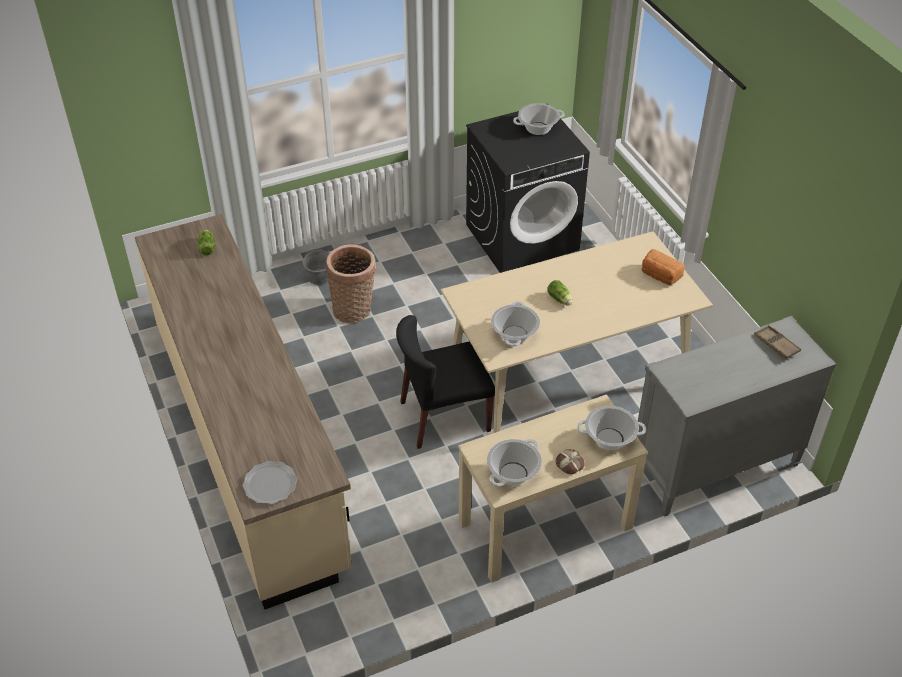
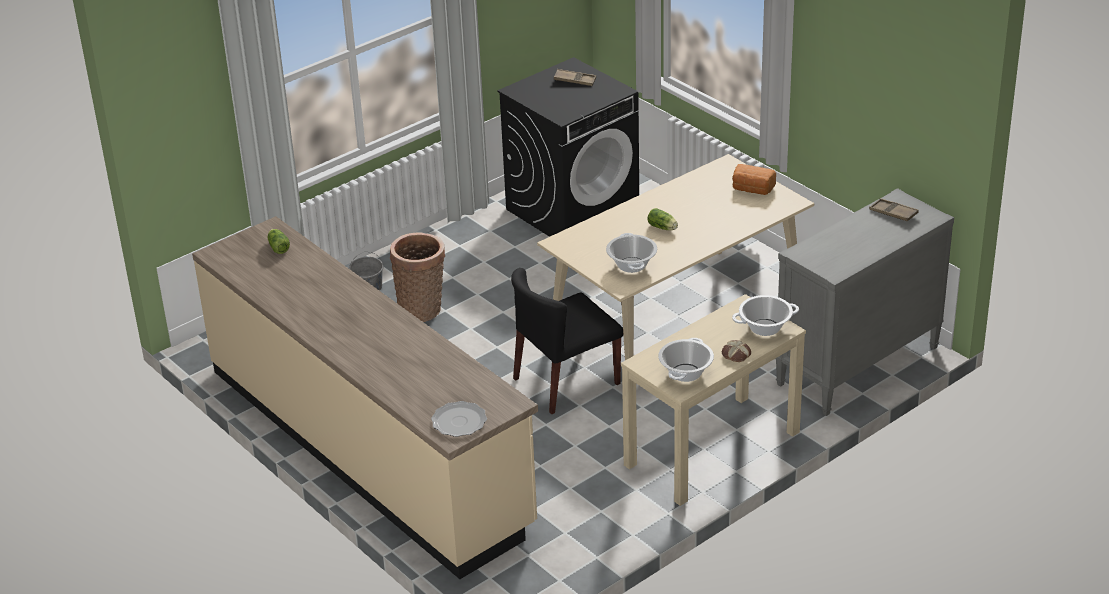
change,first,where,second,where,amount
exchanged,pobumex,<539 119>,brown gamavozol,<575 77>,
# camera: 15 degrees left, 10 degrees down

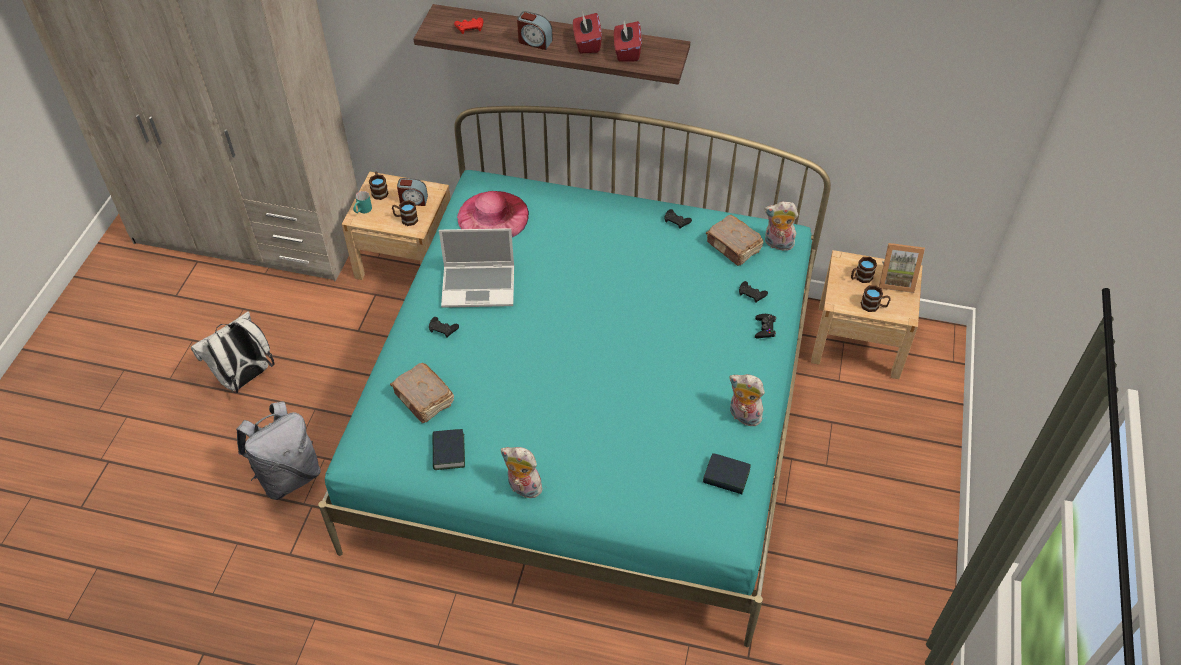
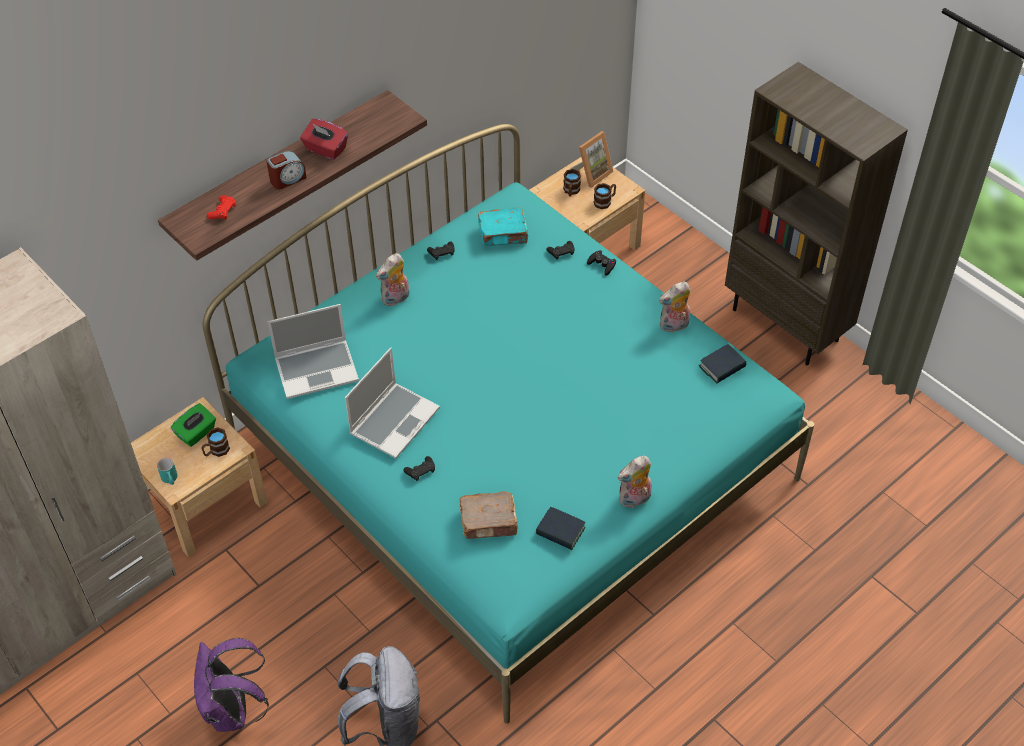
change,first,where,second,where,amount
exchanged,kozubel,<412 192>,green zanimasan,<193 425>,
colour,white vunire,<233 352>,purple vunire,<231 685>,
exchanged,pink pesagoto,<493 214>,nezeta,<313 351>,
relocated,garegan,<781 226>,,<393 280>,
colour,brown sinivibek,<734 240>,turquoise sinivibek,<503 226>,
appeared,,,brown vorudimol,<816 213>,
missing,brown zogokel,<378 185>,,,
missing,red zanimasan,<628 41>,,,
# camera: 55 degrees left, 0 degrees up

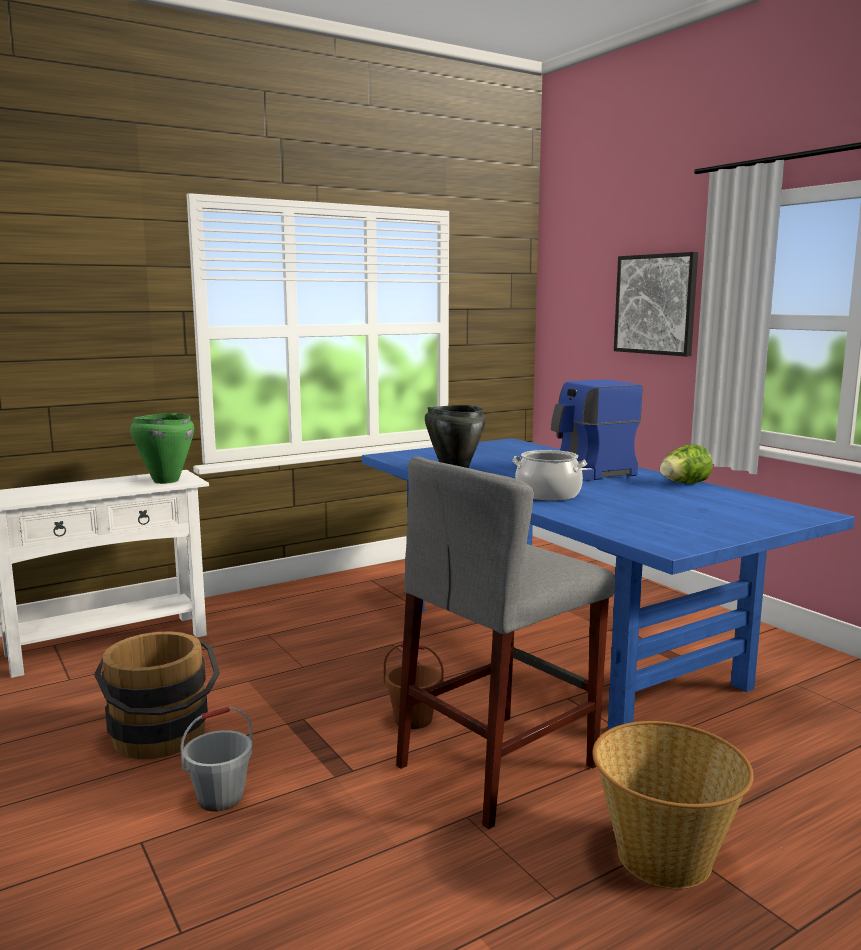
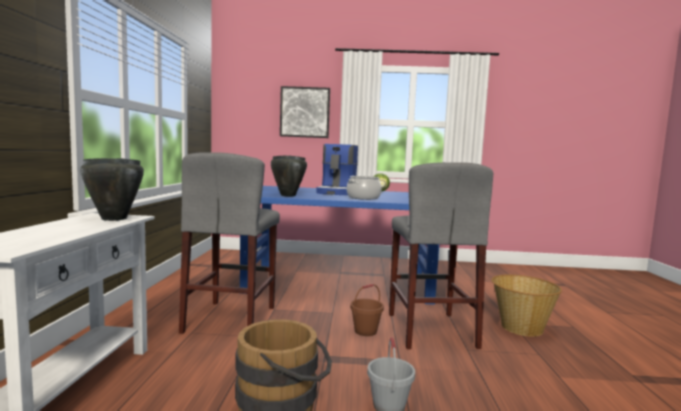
change,first,where,second,where,amount
colour,green pobumex,<162 448>,black pobumex,<112 189>,
appeared,,,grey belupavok,<229 243>,
# camera: 55 degrees left, 5 degrees down

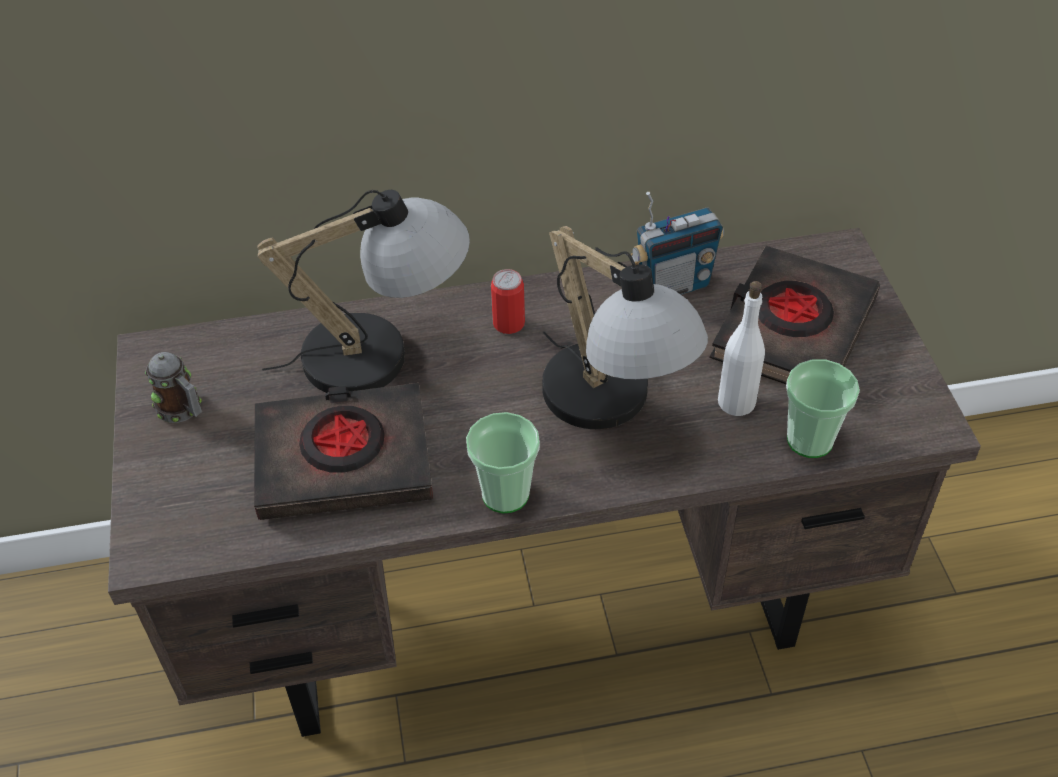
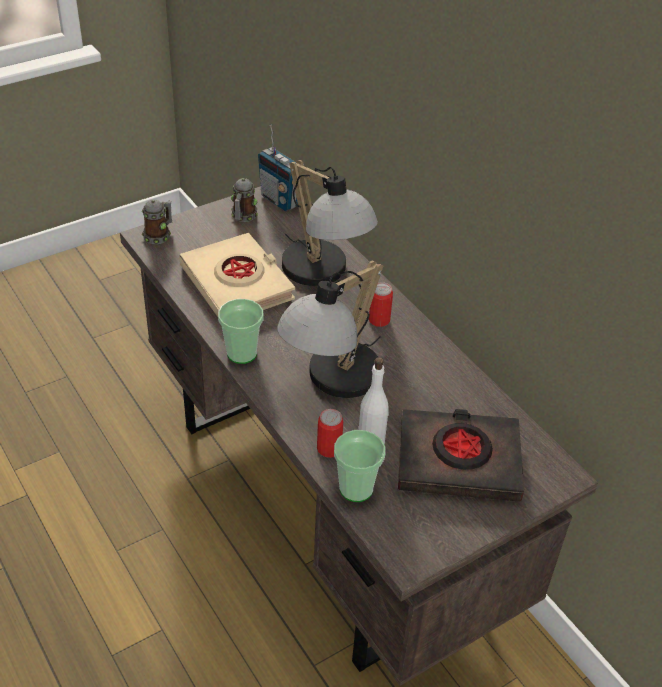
change,first,where,second,where,amount
appeared,,,zogokel,<157 222>,
colour,black sinivibek,<343 451>,beige sinivibek,<237 275>,
relocated,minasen,<677 243>,,<278 168>,
appeared,,,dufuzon,<330 433>,
# camera: 65 degrees right, 5 degrees down

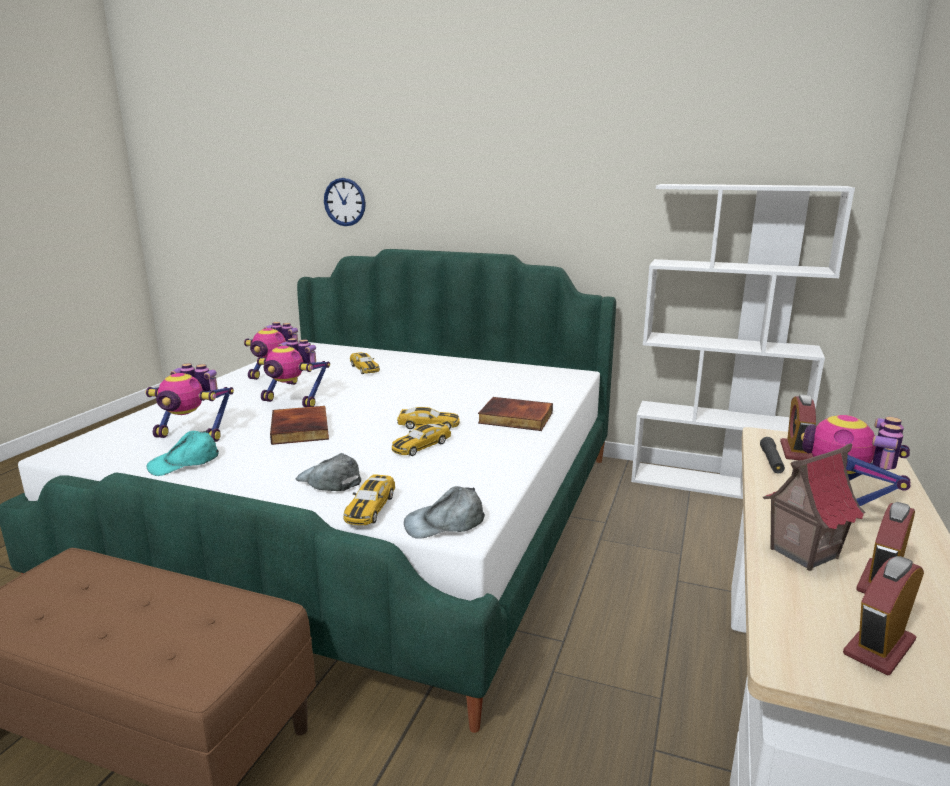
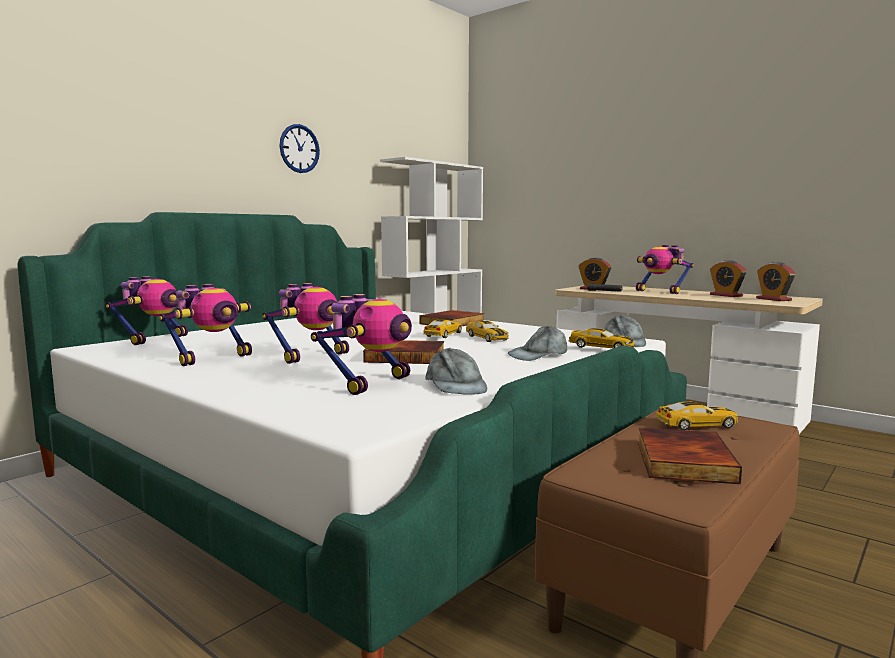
change,first,where,second,where,amount
appeared,,,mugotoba,<147 310>,
relocated,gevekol,<345 202>,,<299 148>,
colour,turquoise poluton,<183 453>,grey poluton,<456 371>,
appeared,,,sinivibek,<690 456>,
relocated,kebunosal,<365 363>,,<697 416>,
missing,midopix,<814 507>,,,
# camera: 70 degrees left, 10 degrees down

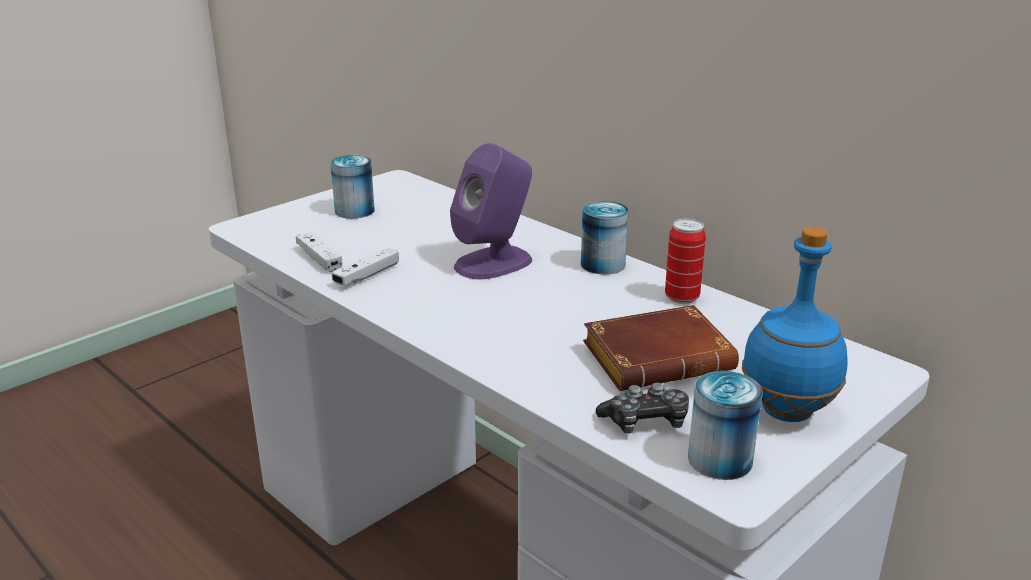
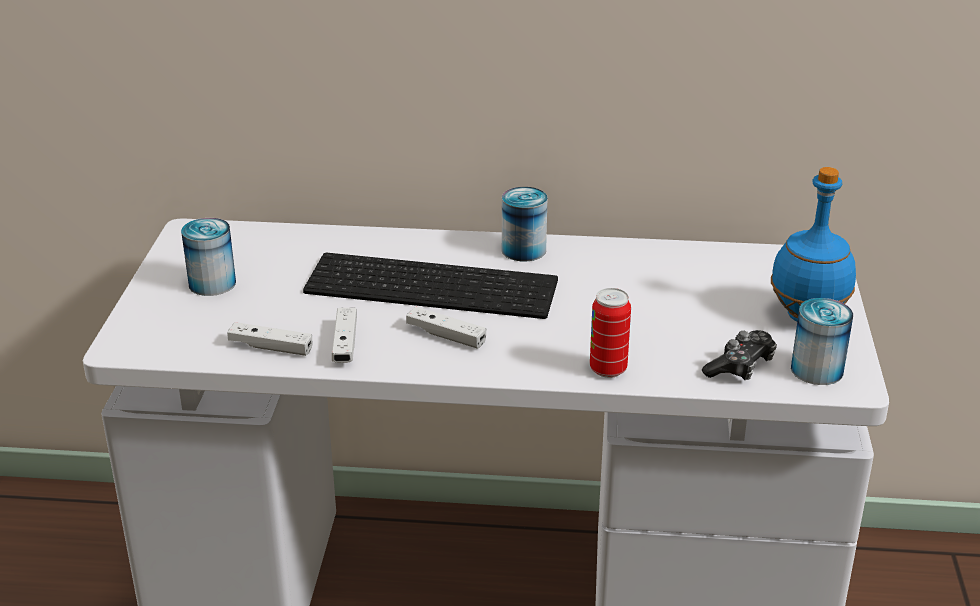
change,first,where,second,where,amount
exchanged,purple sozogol,<491 211>,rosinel,<430 286>,
appeared,,,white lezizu,<446 327>,
relocated,dufuzon,<685 261>,,<610 333>,
missing,brown sinivibek,<661 348>,,,
# camera: 40 degrees left, 5 degrees up

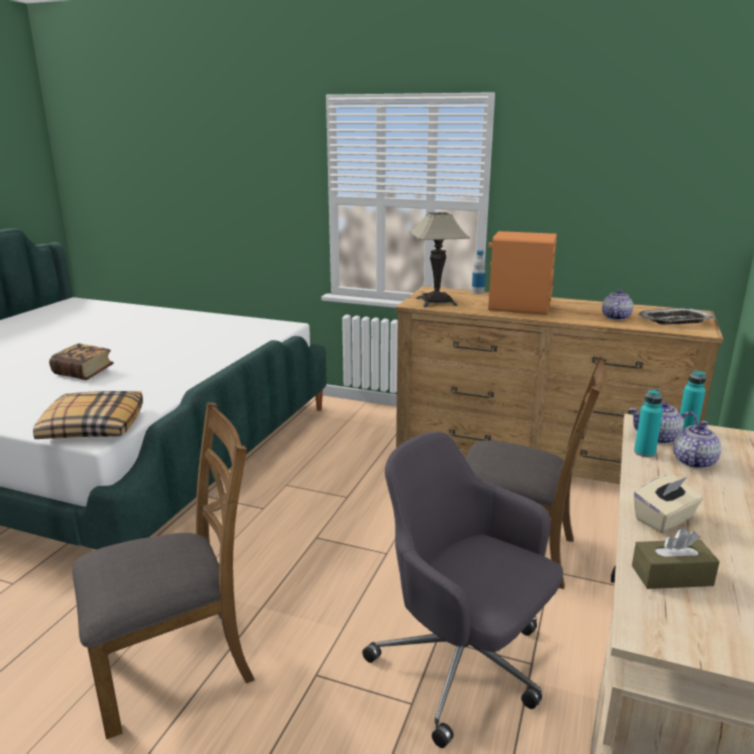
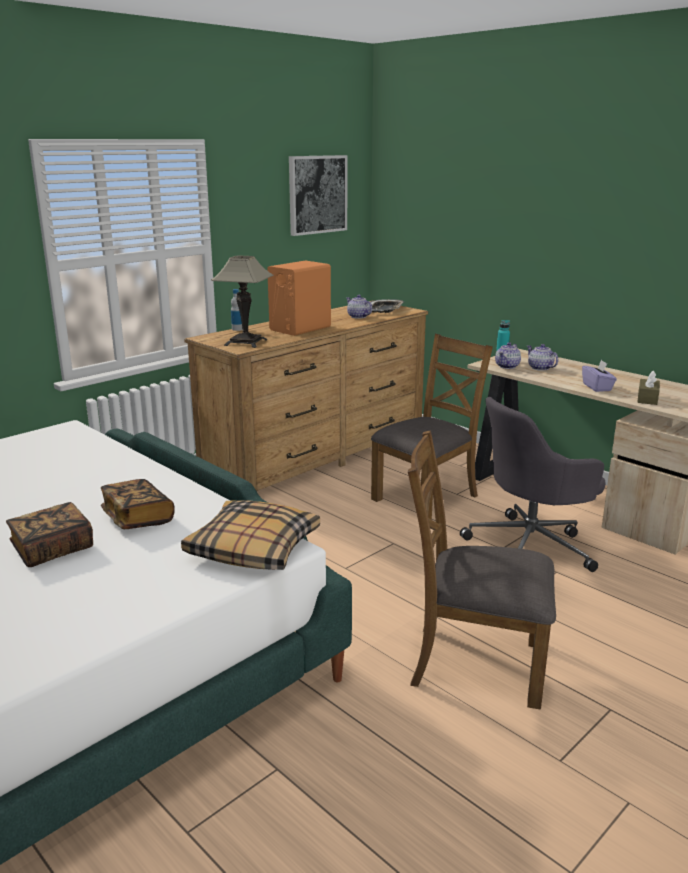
change,first,where,second,where,amount
appeared,,,sinivibek,<138 504>,
appeared,,,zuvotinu,<318 195>,
spun,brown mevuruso,<163 570>,,<482 569>,75 degrees counterclockwise
colour,beige zanimasan,<668 504>,purple zanimasan,<599 376>,
missing,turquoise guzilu,<648 423>,,,
# camera: 65 degrees left, 0 degrees up

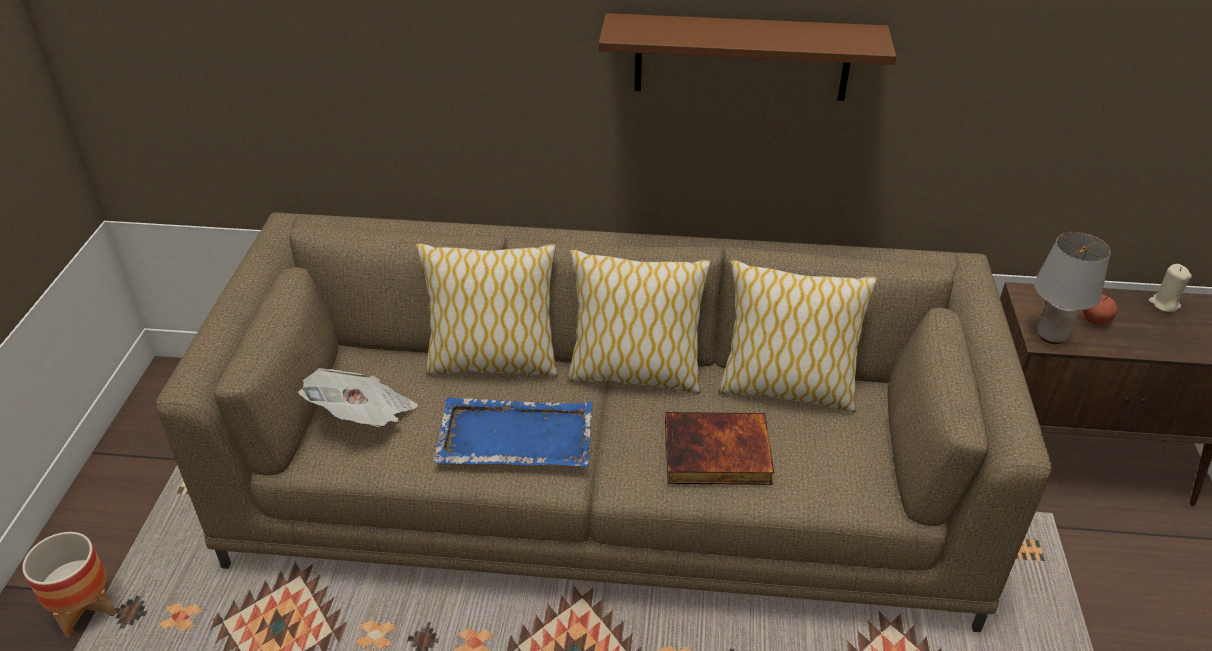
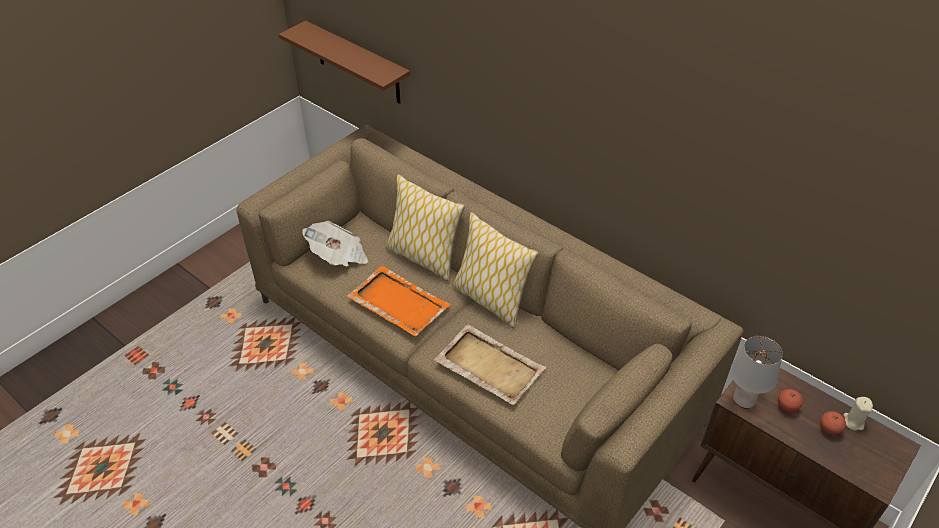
change,first,where,second,where,amount
relocated,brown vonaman,<747 57>,,<344 62>,
colour,blue gamavozol,<513 432>,orange gamavozol,<399 301>,
exchanged,sinivibek,<719 448>,beige gamavozol,<490 364>,
appeared,,,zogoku,<833 423>,
missing,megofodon,<69 585>,,,
missing,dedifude,<797 336>,,,
# camera: 35 degrees right, 5 degrees up

